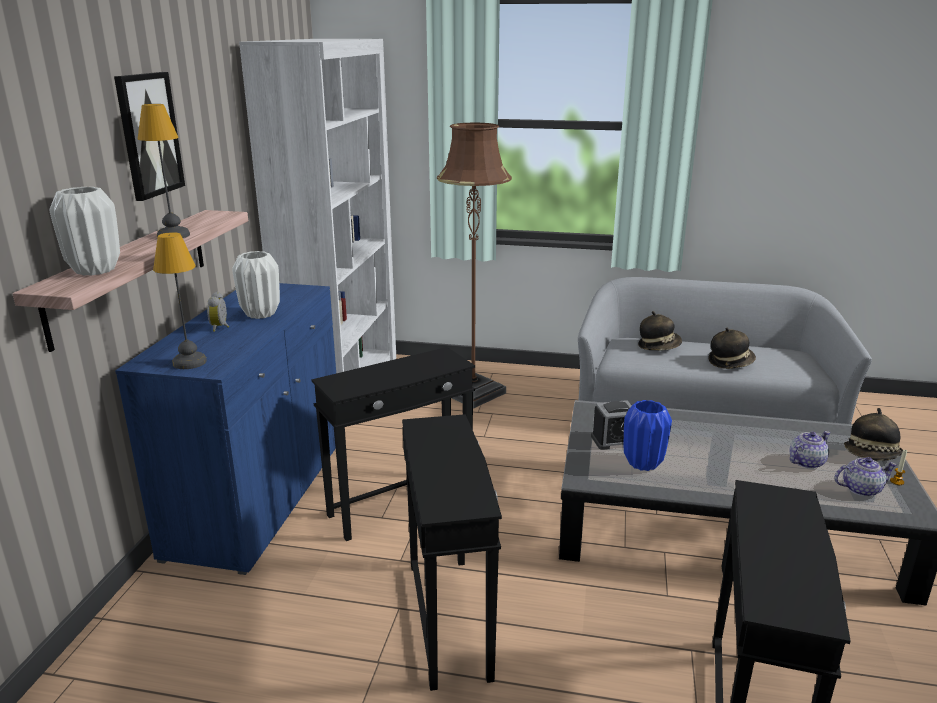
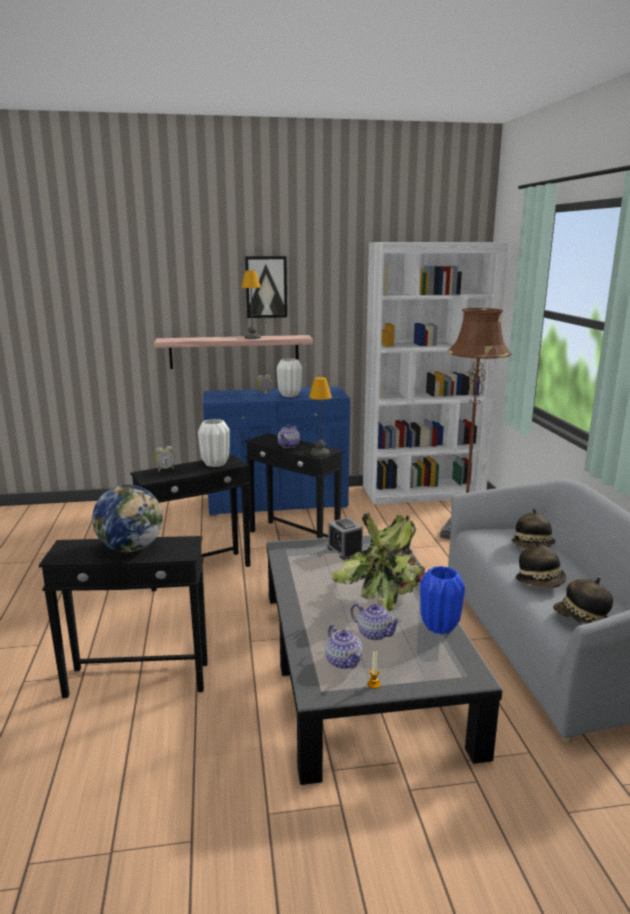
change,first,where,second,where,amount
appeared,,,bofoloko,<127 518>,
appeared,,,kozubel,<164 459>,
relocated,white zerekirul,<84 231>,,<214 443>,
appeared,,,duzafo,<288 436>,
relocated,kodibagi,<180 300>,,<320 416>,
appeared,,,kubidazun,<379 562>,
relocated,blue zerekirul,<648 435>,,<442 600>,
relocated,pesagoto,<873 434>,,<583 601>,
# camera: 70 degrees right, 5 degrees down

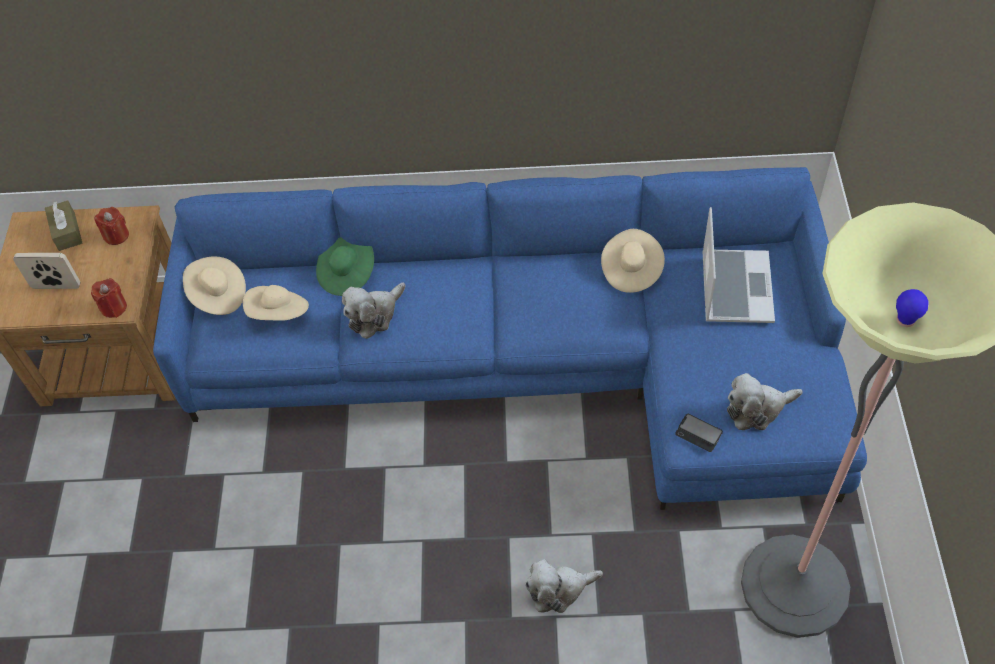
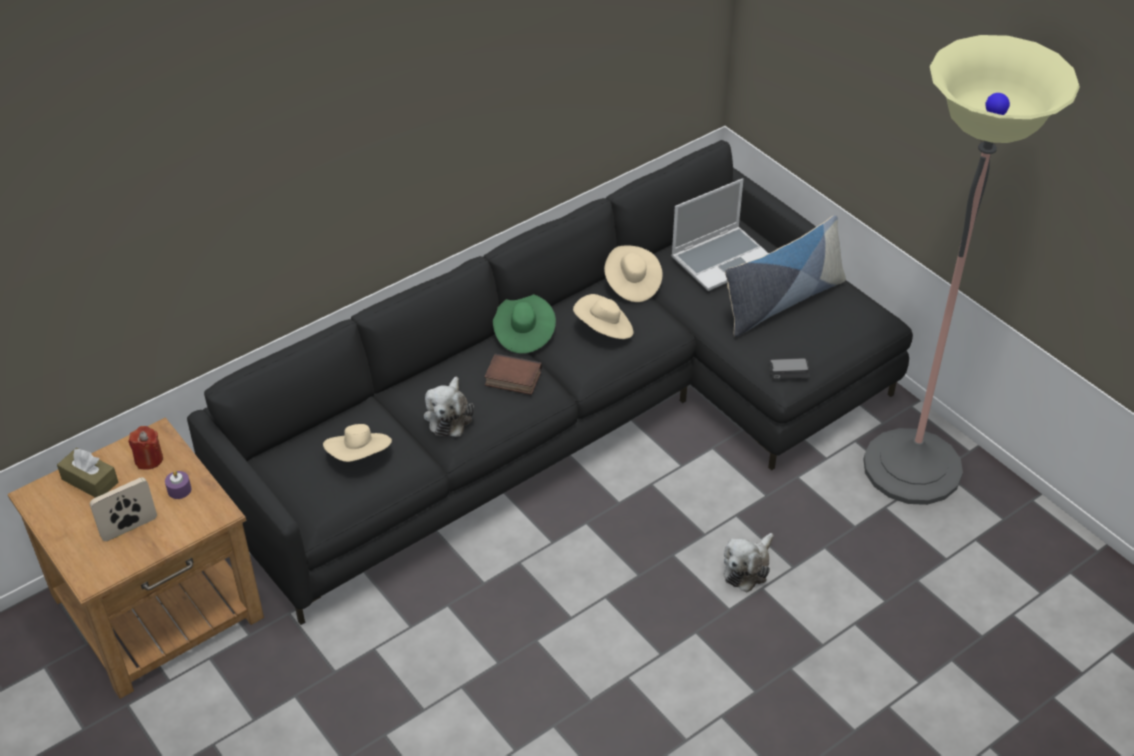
change,first,where,second,where,amount
appeared,,,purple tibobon,<178 485>,
colour,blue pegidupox,<510 338>,black pegidupox,<550 382>,
appeared,,,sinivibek,<513 374>,
relocated,green pesagoto,<345 266>,,<524 323>,
relocated,beige pesagoto,<214 286>,,<603 316>,
spun,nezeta,<738 265>,,<719 234>,90 degrees clockwise
appeared,,,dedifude,<785 276>,
missing,red tibobon,<109 298>,,,
missing,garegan,<765 401>,,,
# camera: 40 degrees left, 10 degrees down

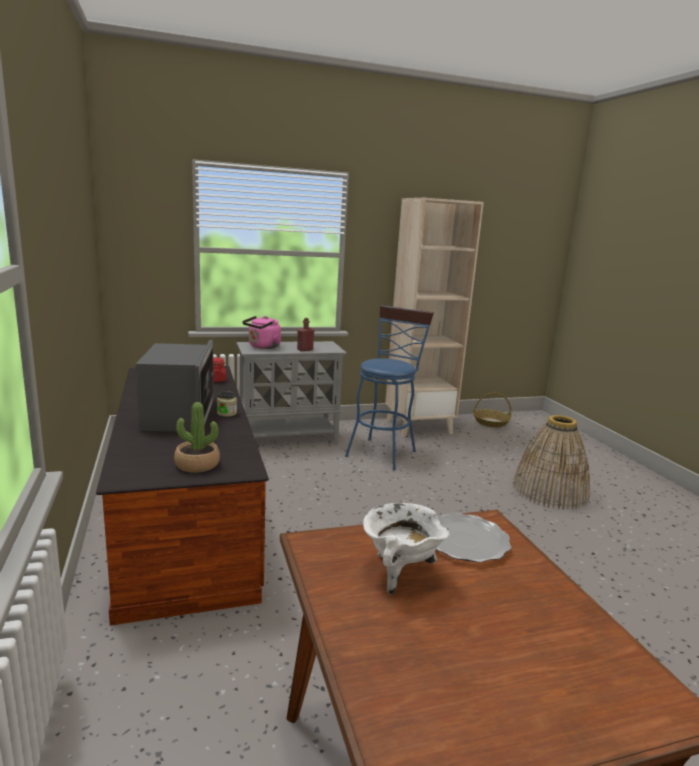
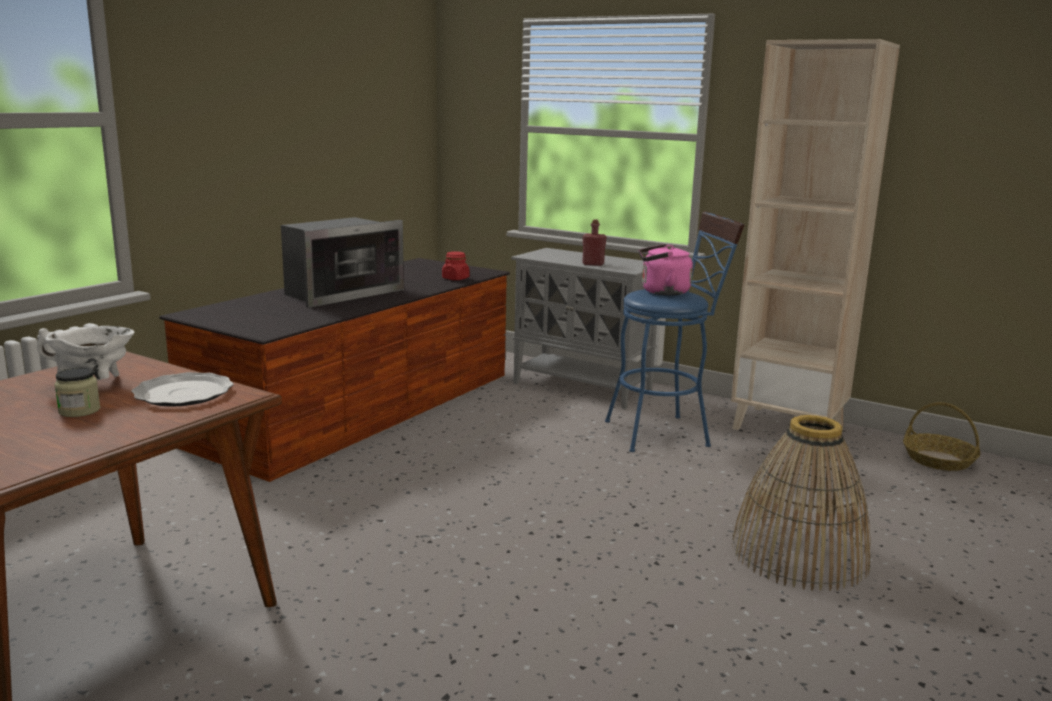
change,first,where,second,where,amount
relocated,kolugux,<227 404>,,<77 392>,
relocated,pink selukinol,<261 332>,,<666 270>,
missing,kubidazun,<197 437>,,,
# camera: 50 degrees right, 0 degrees up

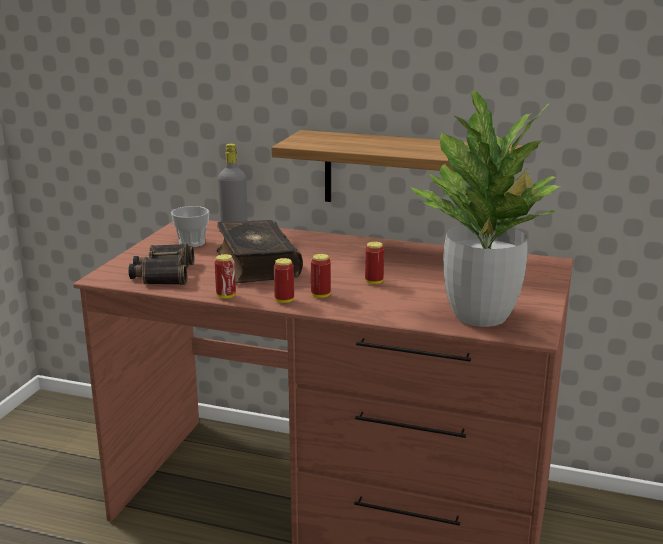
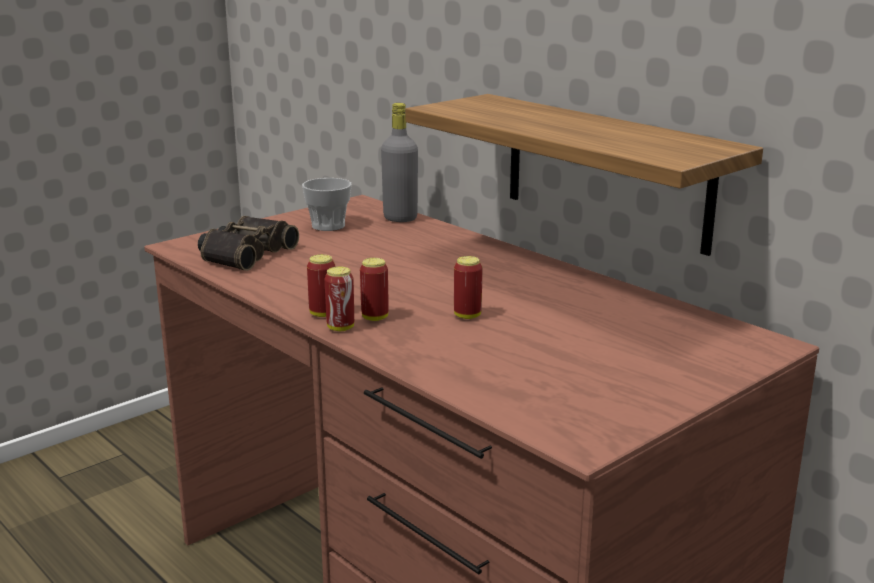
change,first,where,second,where,amount
relocated,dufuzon,<225 276>,,<339 299>,
missing,sinivibek,<260 251>,,,
missing,kubidazun,<485 209>,,,
# camera: 30 degrees right, 0 degrees up

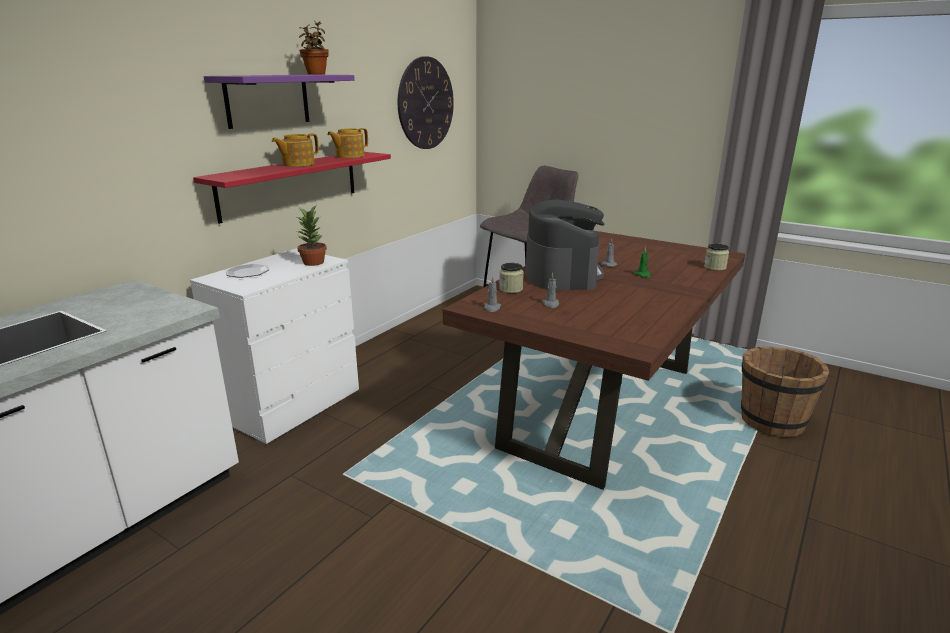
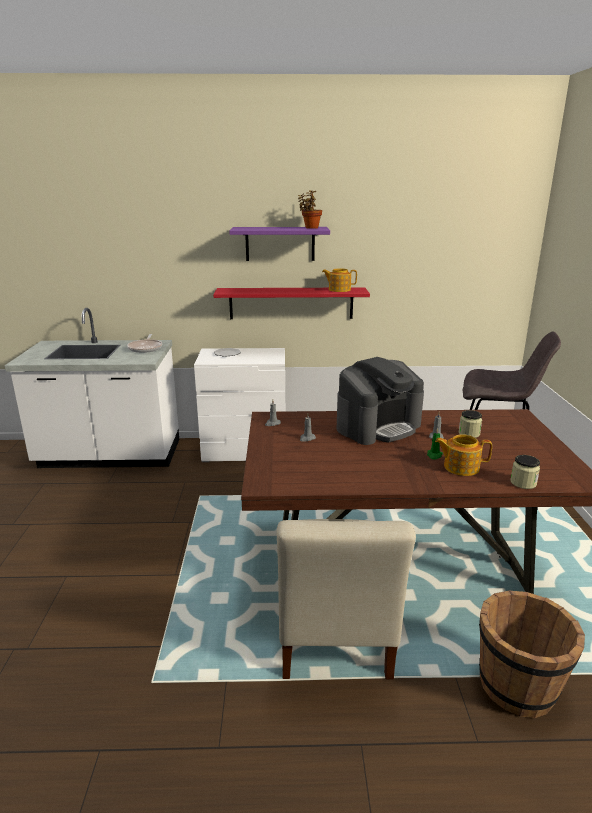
change,first,where,second,where,amount
appeared,,,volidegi,<144 343>,
appeared,,,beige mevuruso,<346 599>,
relocated,duzafo,<295 150>,,<463 455>,
relocated,kolugux,<511 278>,,<470 424>,
missing,kubidazun,<311 236>,,,
missing,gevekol,<426 102>,,,
# camera: 55 degrees right, 0 degrees up

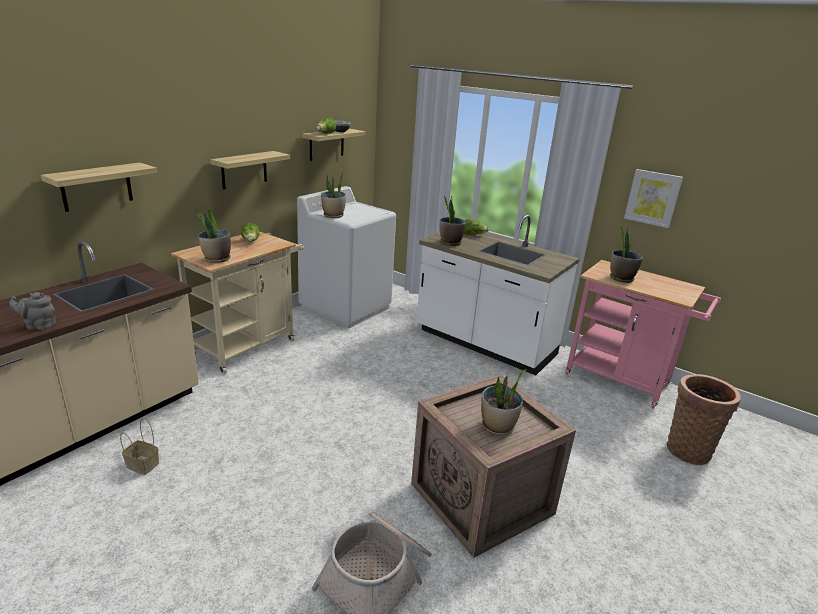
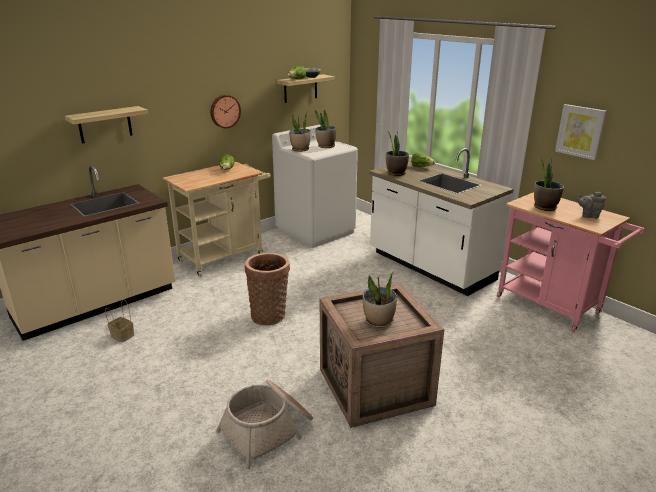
change,first,where,second,where,amount
exchanged,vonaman,<250 170>,gevekol,<225 111>,
relocated,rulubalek,<704 419>,,<267 289>,
relocated,kubidazun,<213 236>,,<325 129>,
relocated,grey duzafo,<32 311>,,<591 205>,
# camera: 15 degrees right, 0 degrees up

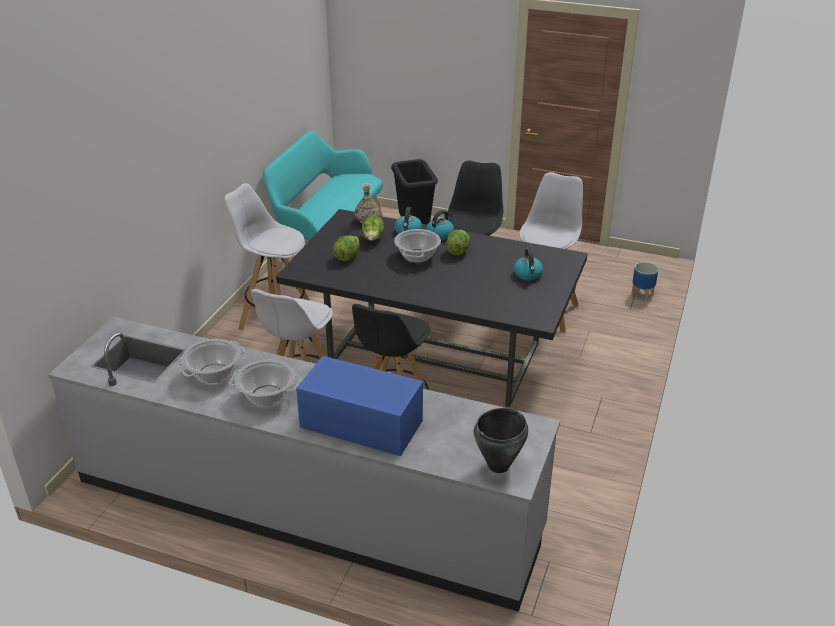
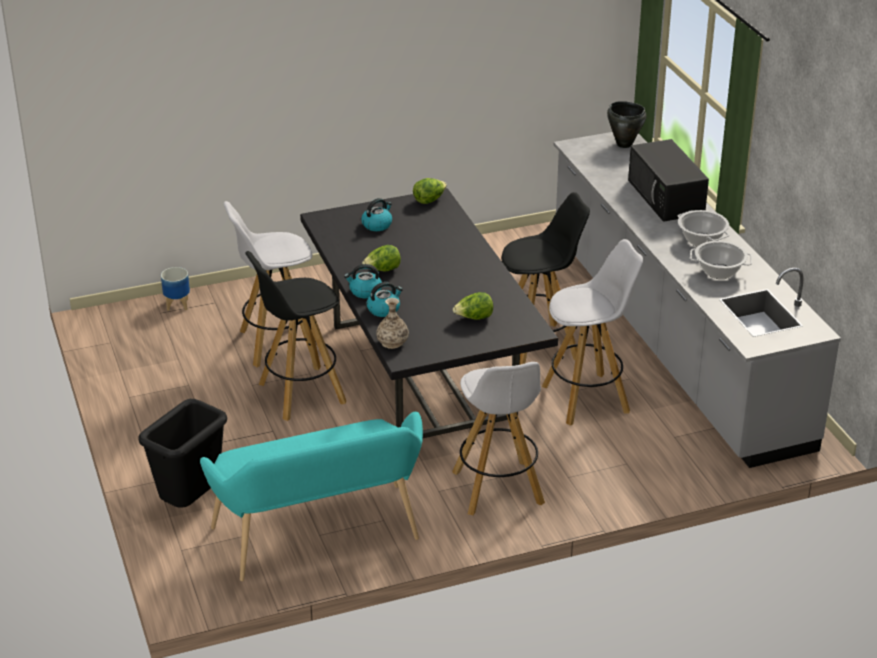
change,first,where,second,where,amount
relocated,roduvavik,<373 228>,,<430 191>,
colour,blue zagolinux,<359 406>,black zagolinux,<668 180>,
missing,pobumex,<417 246>,,,
# camera: 130 degrees left, 0 degrees up

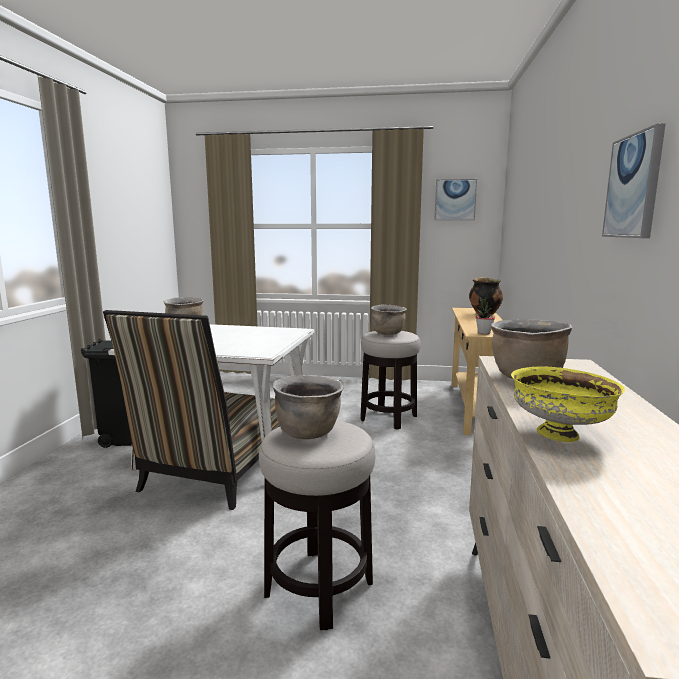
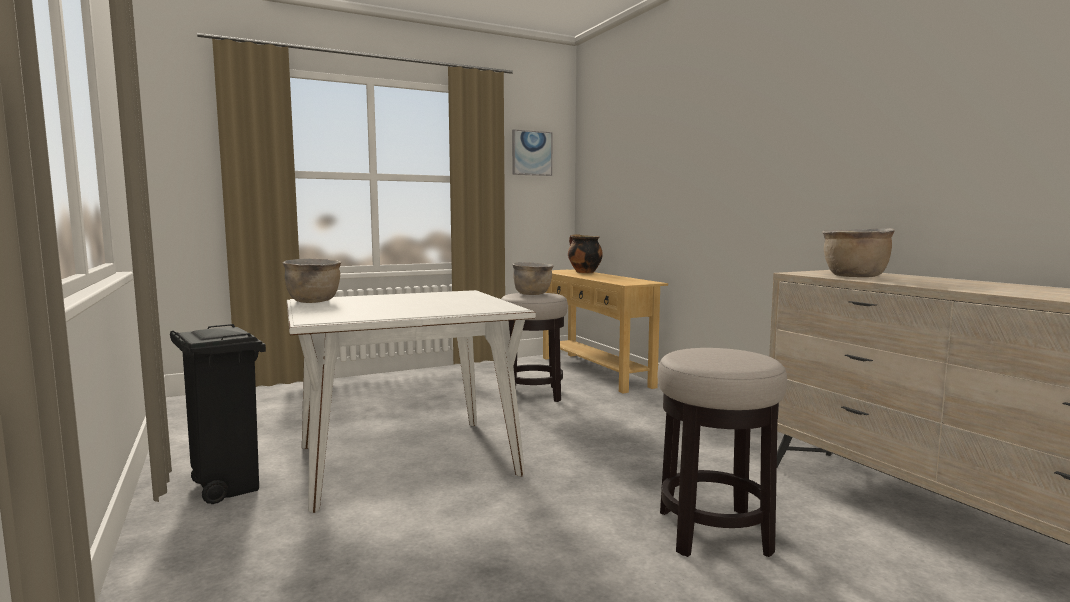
change,first,where,second,where,amount
missing,mevuruso,<191 410>,,,
missing,brown pobumex,<308 407>,,,
missing,kubidazun,<485 315>,,,
missing,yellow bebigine,<568 404>,,,
missing,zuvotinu,<634 180>,,,
# camera: 35 degrees left, 5 degrees down

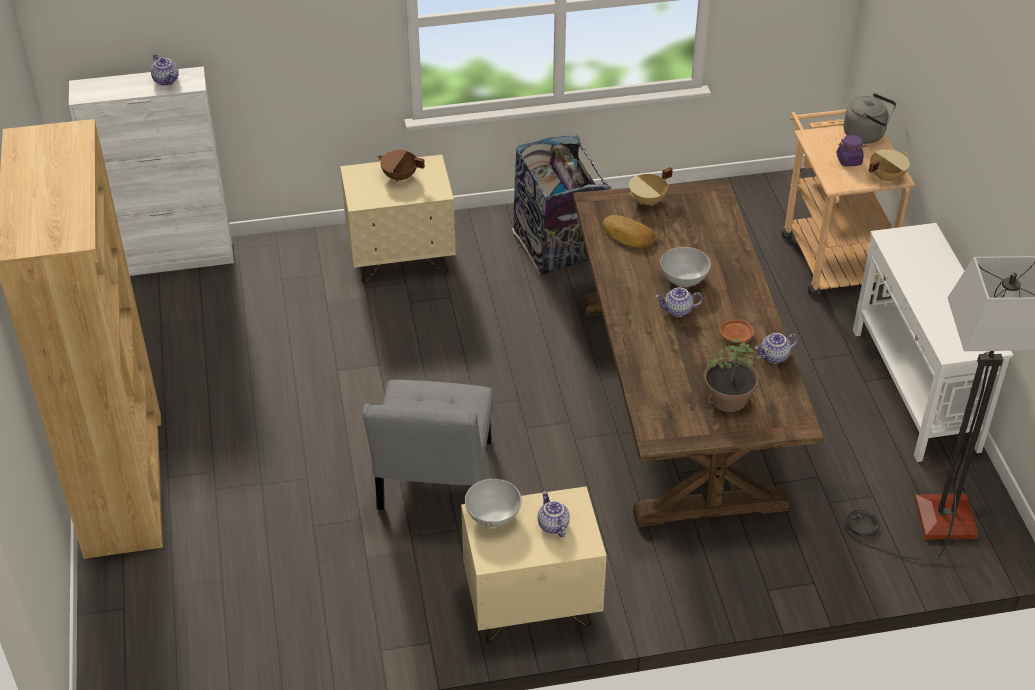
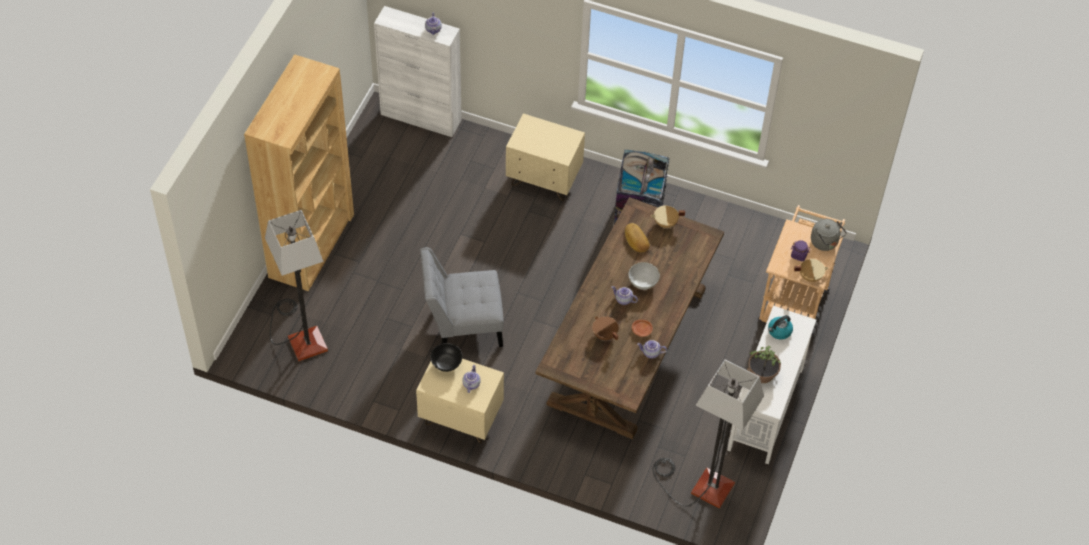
change,first,where,second,where,amount
appeared,,,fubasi,<296 285>,
spun,grey mevuruso,<427 445>,,<462 297>,45 degrees clockwise
colour,white bebigine,<493 503>,black bebigine,<446 357>,
relocated,brown pobumex,<401 166>,,<605 328>,
relocated,kubidazun,<733 375>,,<764 364>,
appeared,,,selukinol,<780 327>,
# camera: 30 degrees right, 10 degrees up

